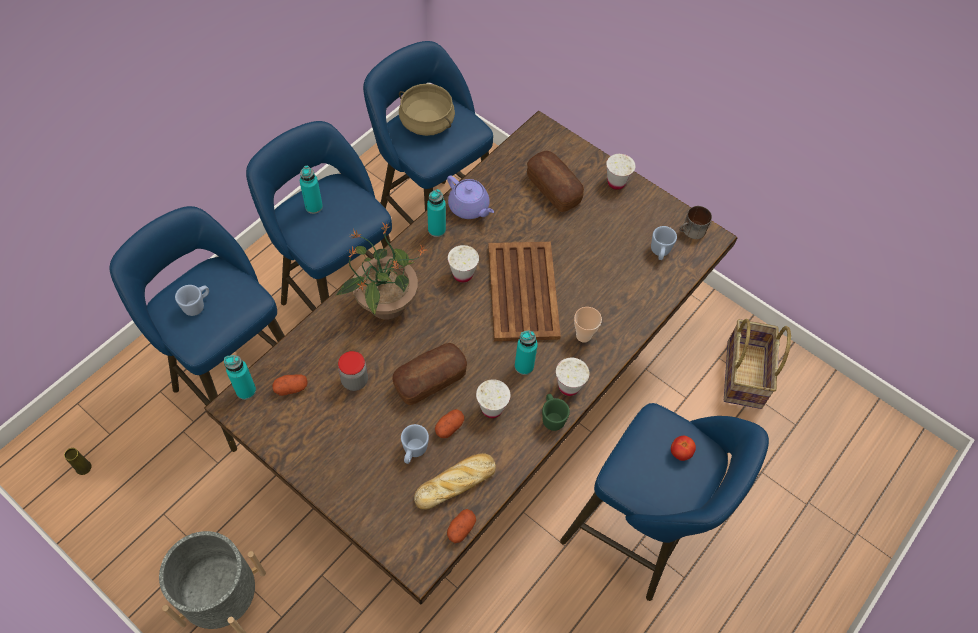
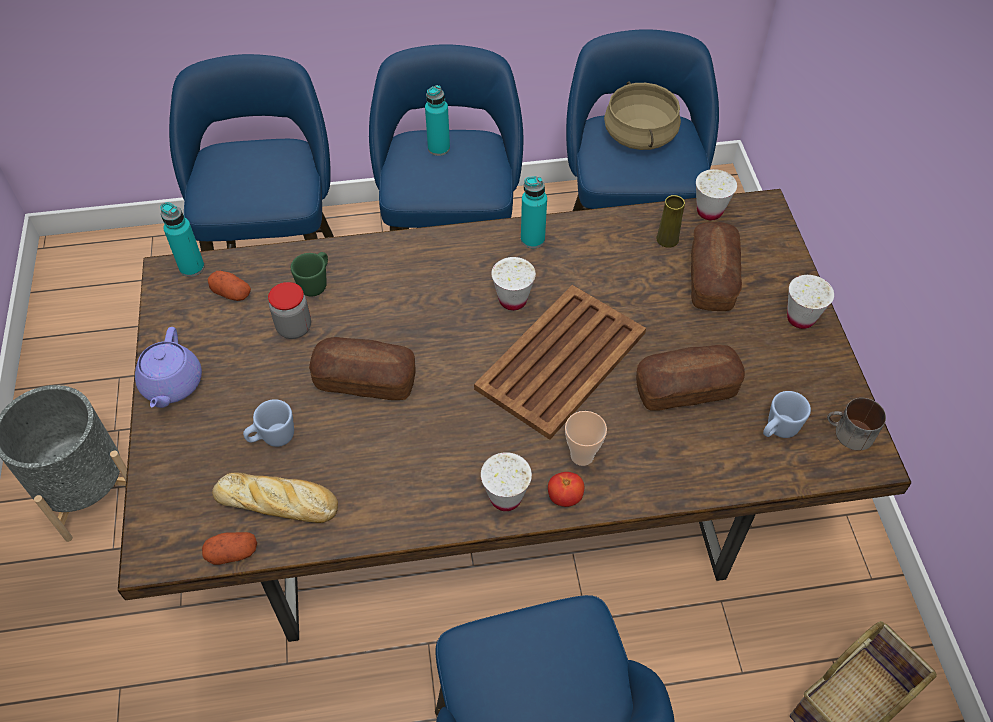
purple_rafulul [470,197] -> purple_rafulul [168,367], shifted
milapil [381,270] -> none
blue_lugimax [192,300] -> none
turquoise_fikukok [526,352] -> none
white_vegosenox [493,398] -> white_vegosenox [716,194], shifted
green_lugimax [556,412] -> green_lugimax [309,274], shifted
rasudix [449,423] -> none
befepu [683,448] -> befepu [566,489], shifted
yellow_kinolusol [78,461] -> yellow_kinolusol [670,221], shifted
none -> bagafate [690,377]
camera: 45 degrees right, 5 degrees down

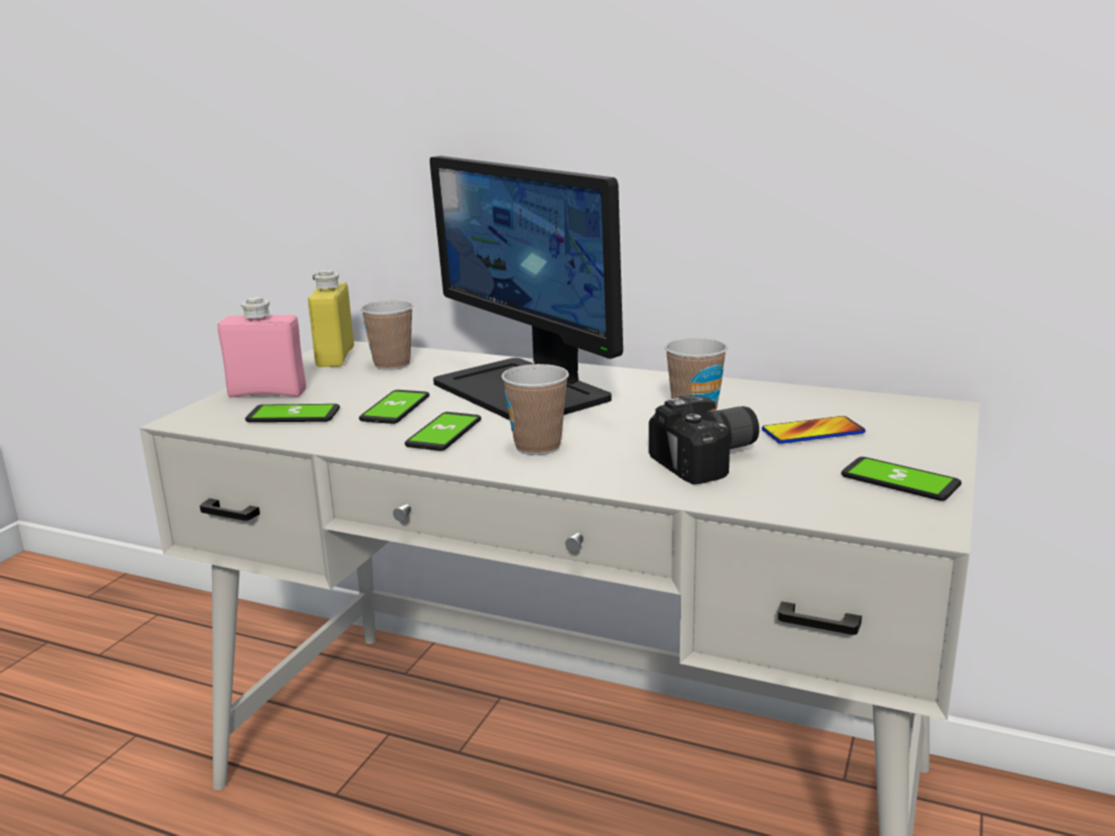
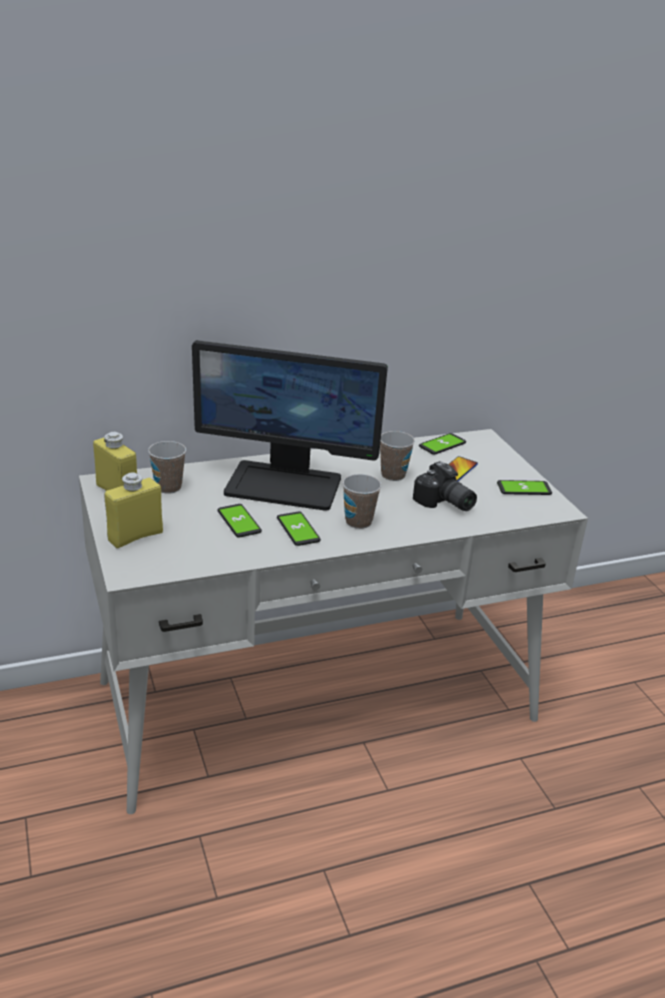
pink_fikukok [262,346] -> yellow_fikukok [133,510]
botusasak [704,440] -> botusasak [445,486], 120 degrees clockwise
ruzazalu [292,413] -> ruzazalu [442,444], shifted
camera: 45 degrees left, 10 degrees up

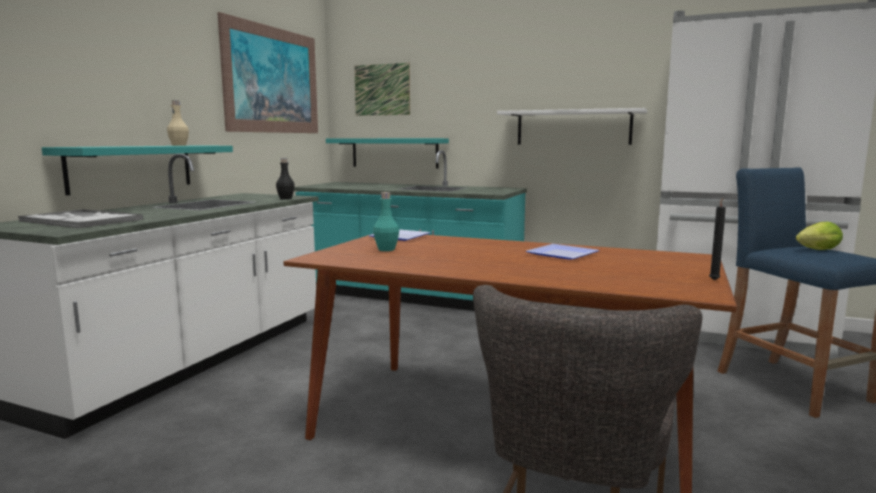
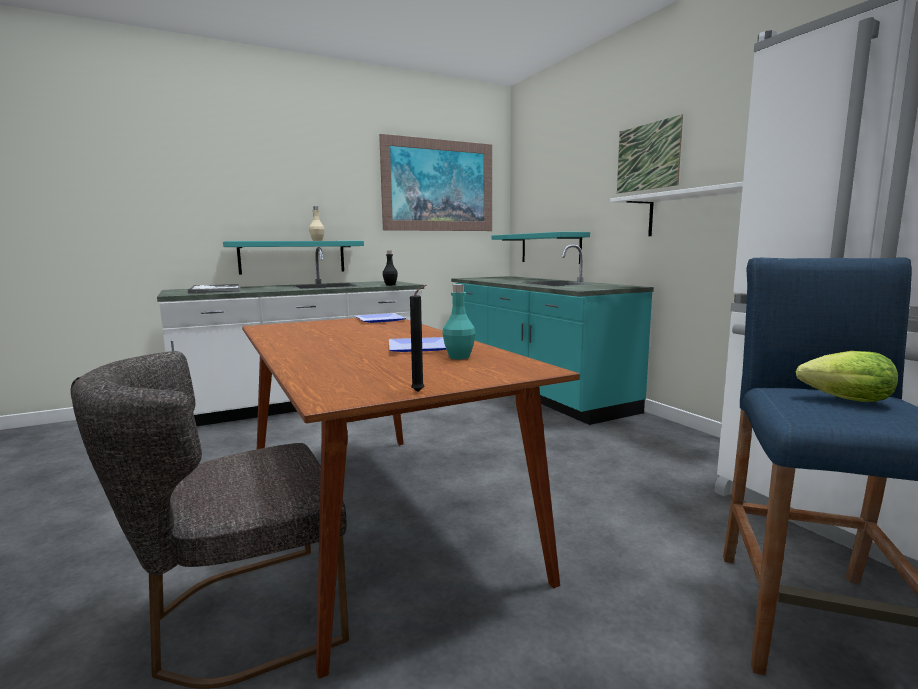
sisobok [382,89] -> sisobok [650,153], shifted
turquoise_fikukok [386,221] -> turquoise_fikukok [459,321], shifted
camera: 40 degrees right, 0 degrees up

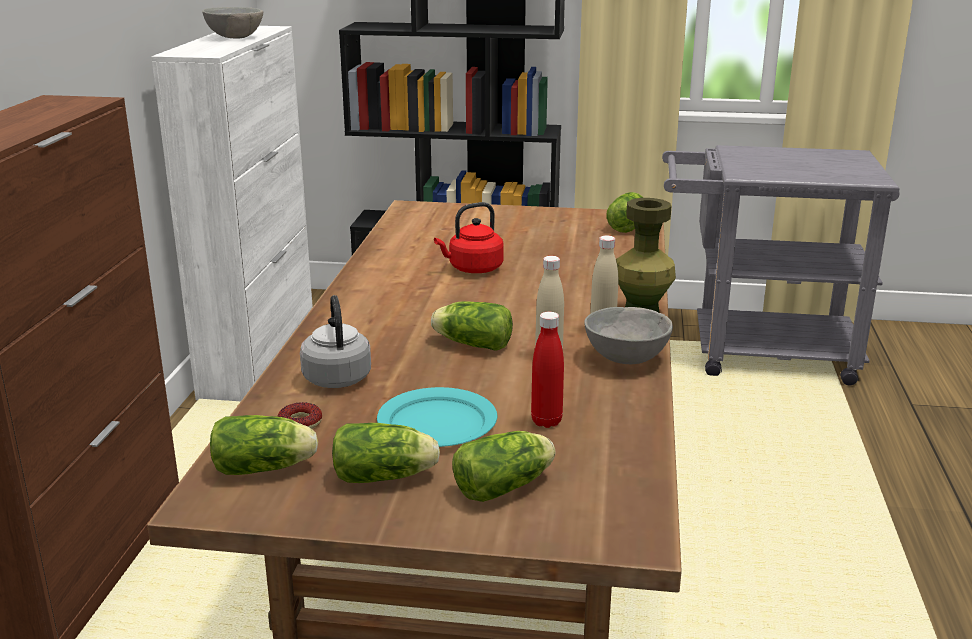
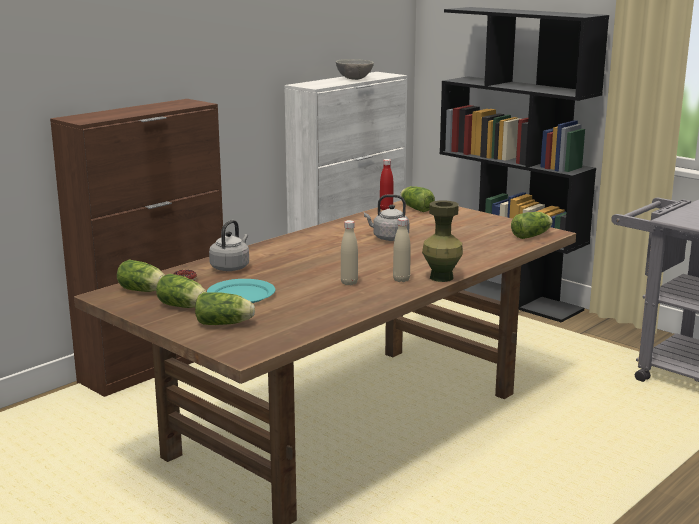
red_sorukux [469,237] -> grey_sorukux [386,217]
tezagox [472,326] -> tezagox [417,199], shifted
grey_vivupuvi [628,335] -> none
red_fikukok [547,370] -> red_fikukok [386,184], shifted
camera: 35 degrees right, 5 degrees down

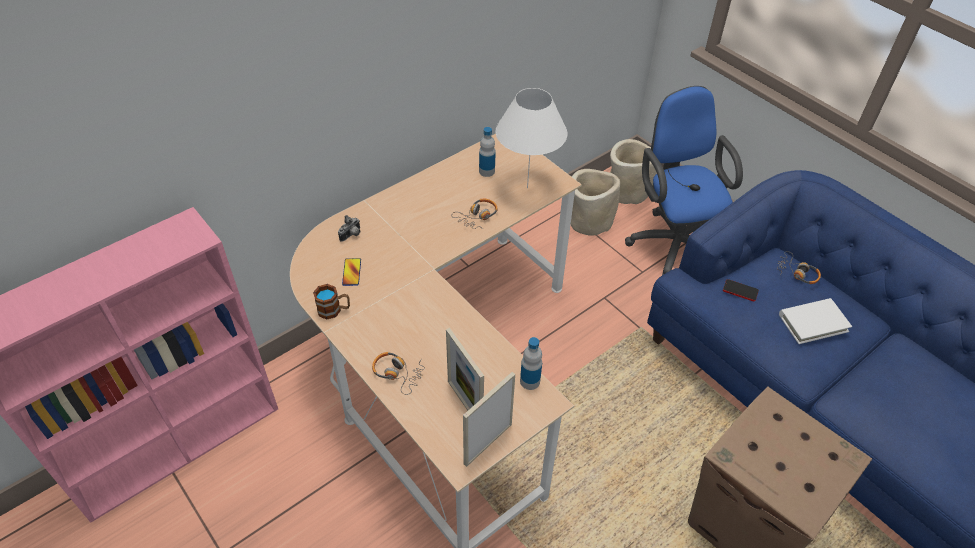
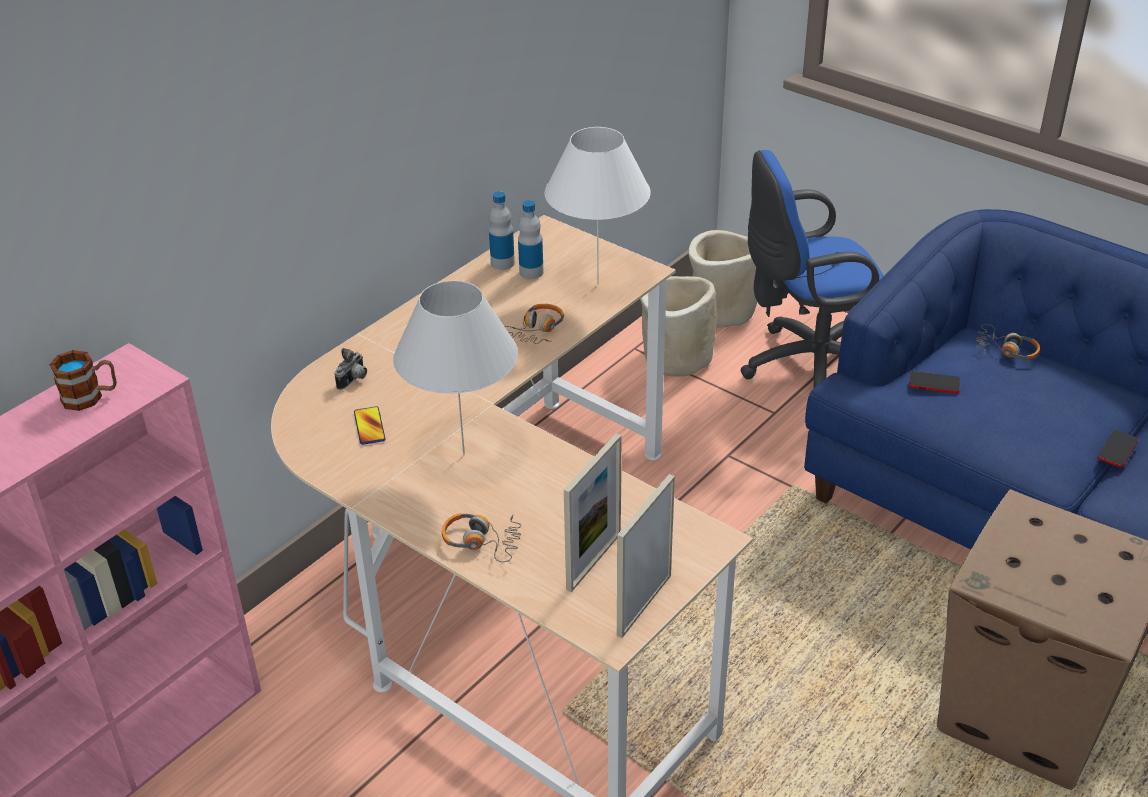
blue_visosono [684,180] -> blue_visosono [812,269], 75 degrees counterclockwise
lugimax [331,301] -> lugimax [83,380], shifted
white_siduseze [815,321] -> none
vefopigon [465,369] -> vefopigon [593,512], 105 degrees counterclockwise
fikukok [531,363] -> fikukok [502,230], shifted
none -> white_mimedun [455,367]
none -> ruzazalu [1118,449]
camera: 10 degrees left, 10 degrees down

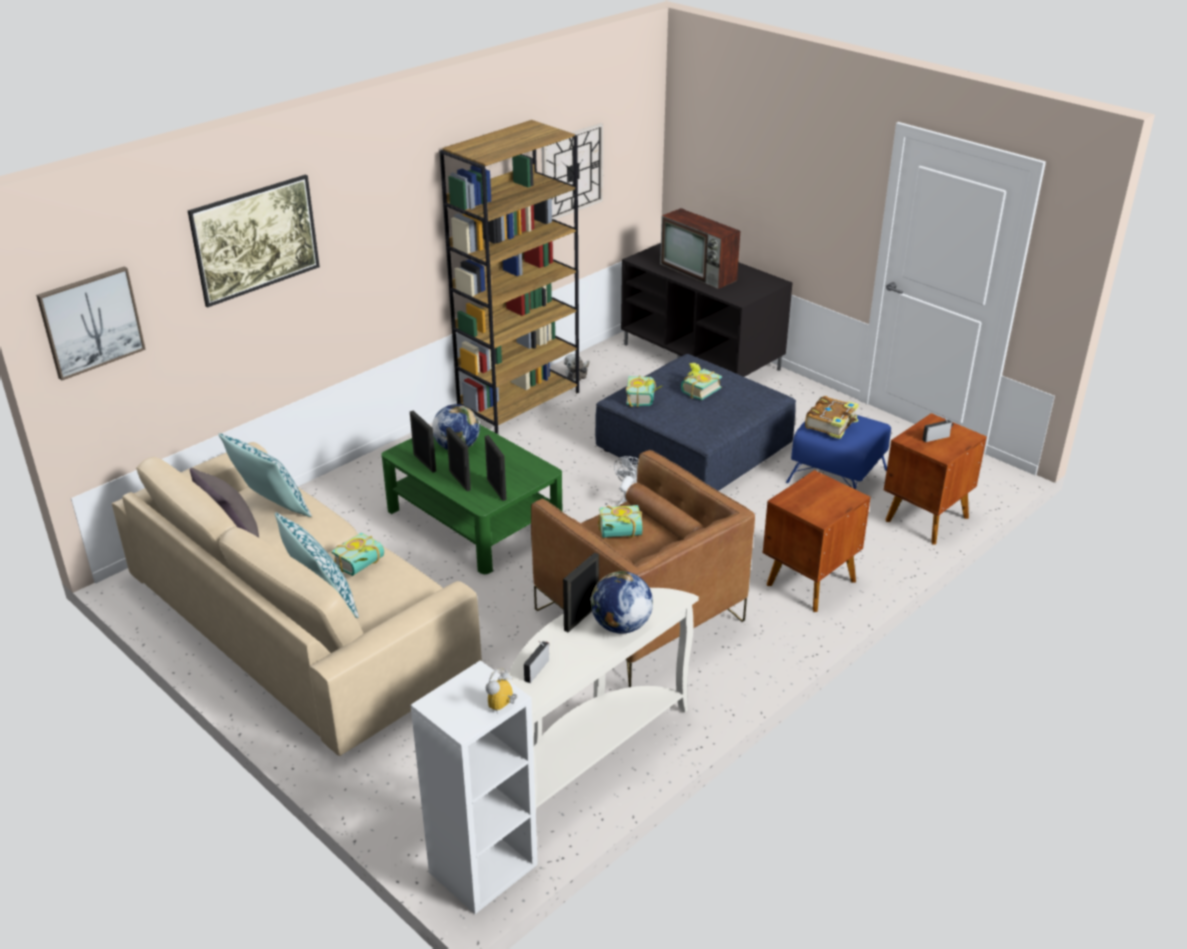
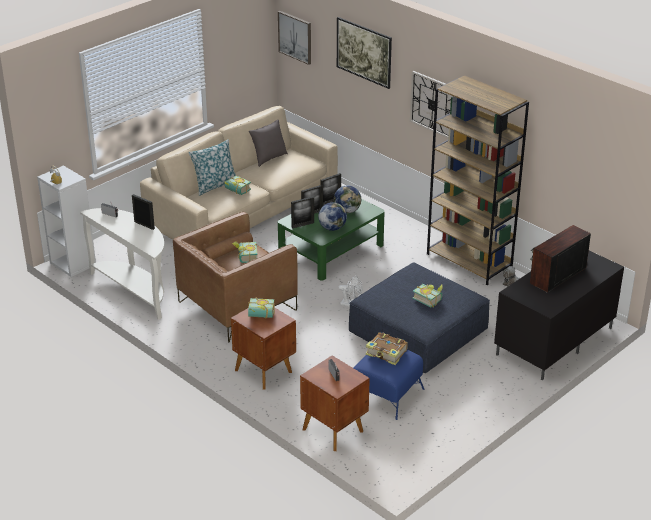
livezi [572,171] -> livezi [431,104], shifted
siduseze [644,391] -> siduseze [261,308], shifted
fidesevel [265,475] -> none
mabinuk [621,602] -> mabinuk [332,216], shifted
camera: 90 degrees right, 0 degrees up

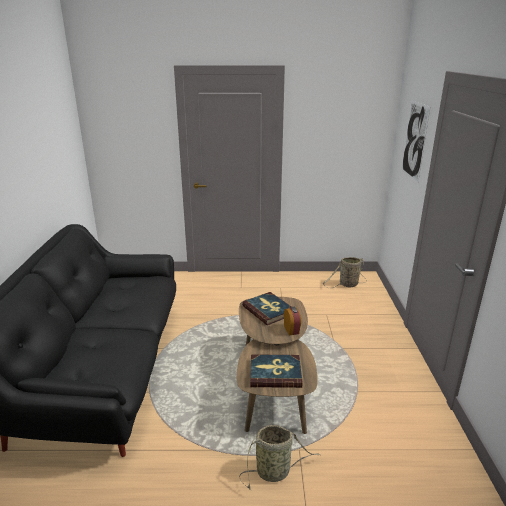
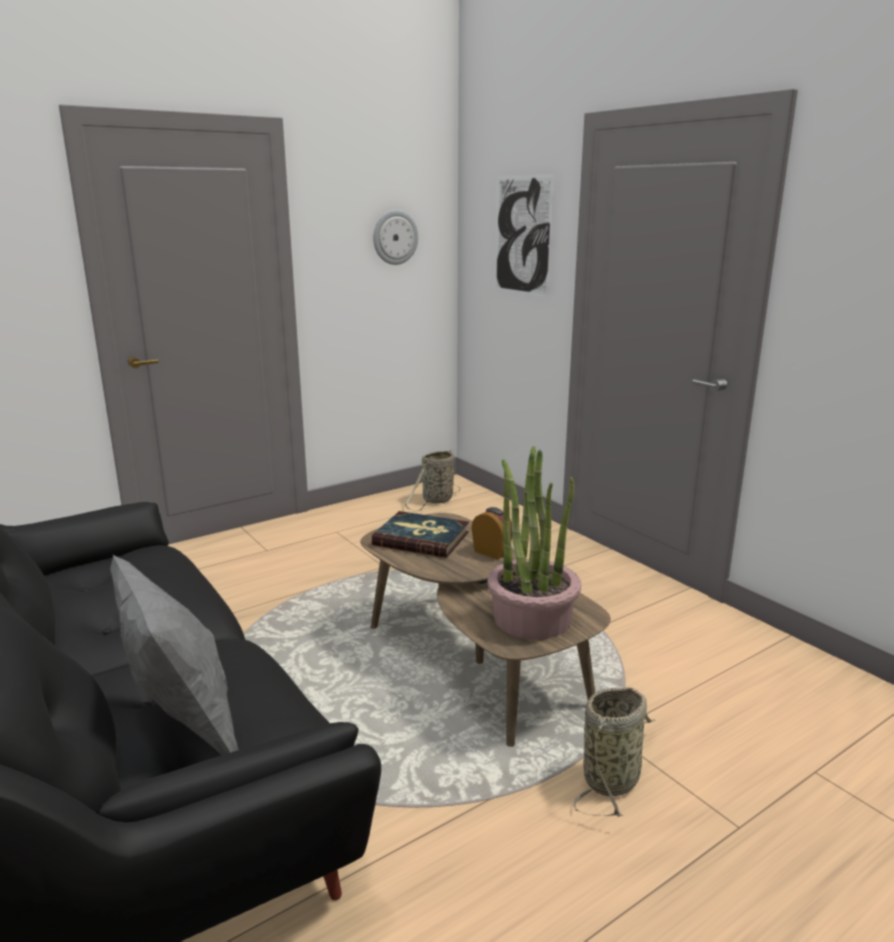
siduseze [276,371] -> milapil [534,543]
none -> livezi [395,237]
none -> grey_fidesevel [174,655]
camera: 35 degrees left, 5 degrees down

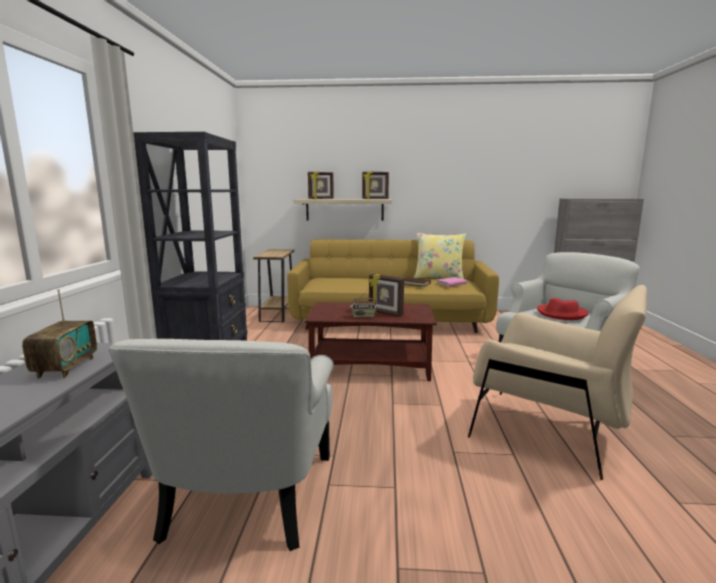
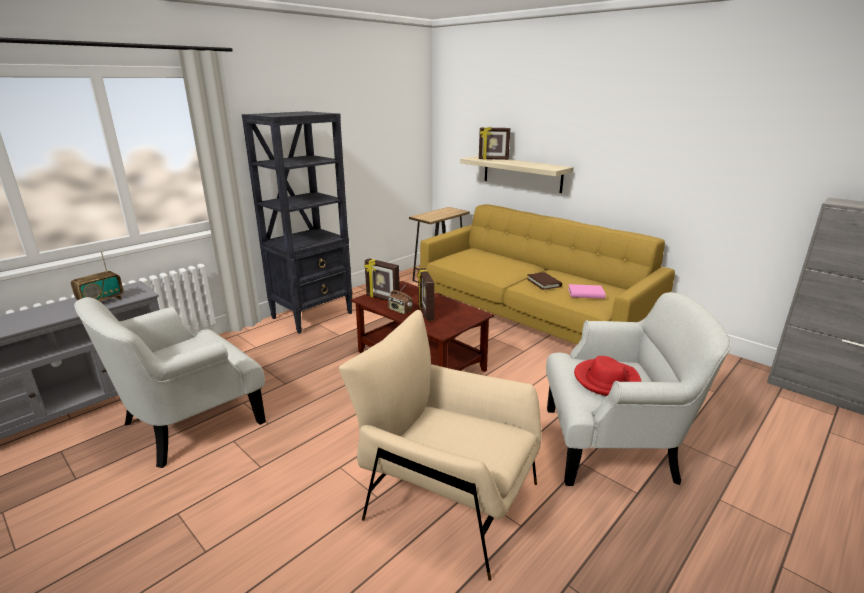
vefopigon [375,185] -> vefopigon [382,279], shifted
yellow_fidesevel [440,256] -> none
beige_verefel [557,382] -> beige_verefel [440,445], 135 degrees clockwise
camera: 40 degrees right, 10 degrees up

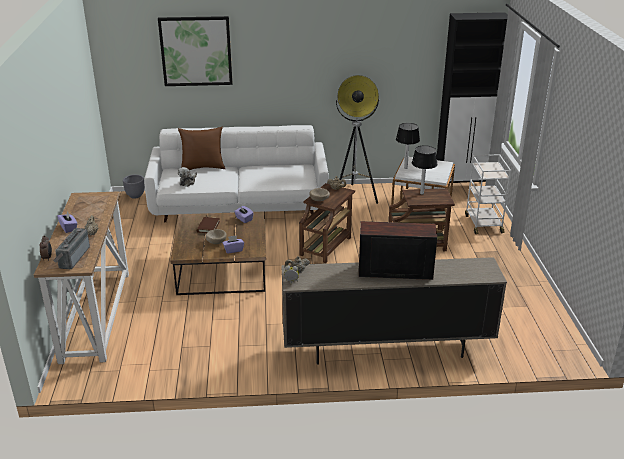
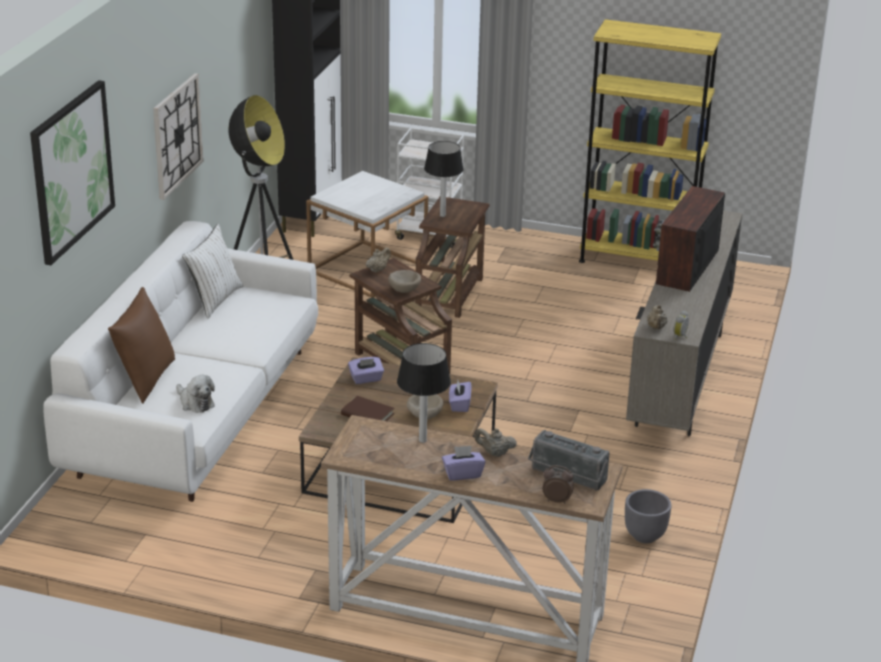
mimedun [408,146] -> mimedun [424,393], shifted
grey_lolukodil [134,187] -> grey_lolukodil [648,516], shifted
none -> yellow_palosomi [650,141]
none -> livezi [178,136]
none -> white_fidesevel [212,271]
camera: 70 degrees left, 0 degrees up

